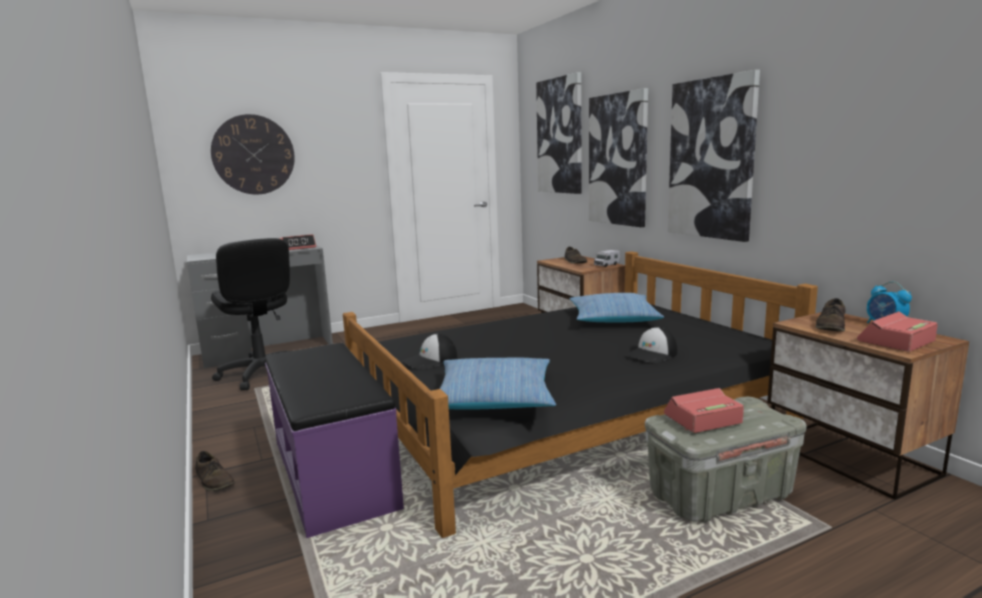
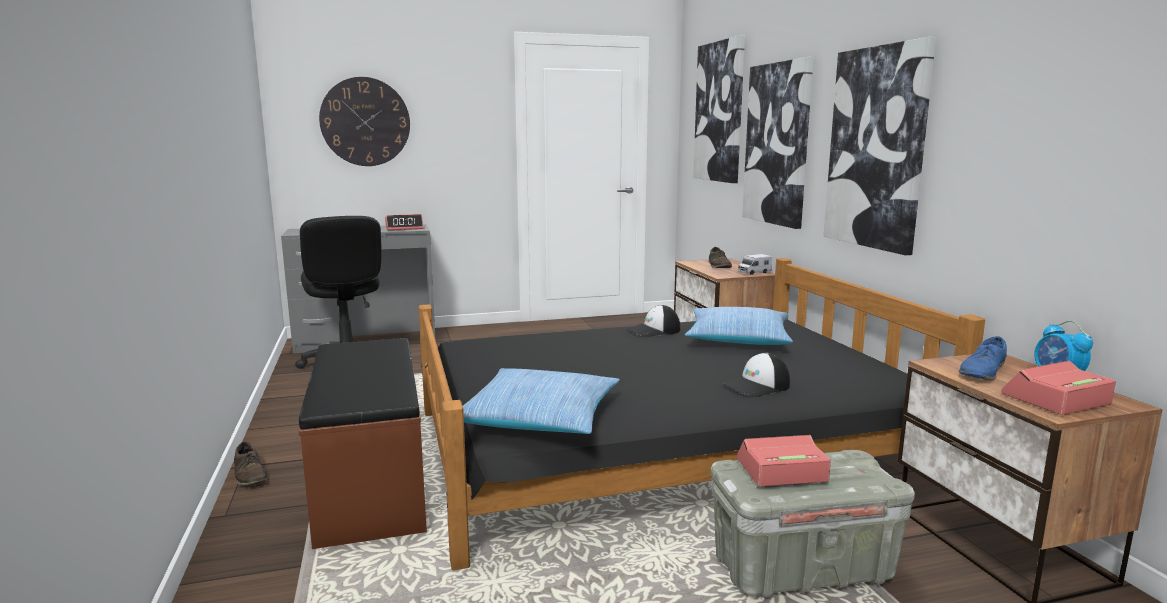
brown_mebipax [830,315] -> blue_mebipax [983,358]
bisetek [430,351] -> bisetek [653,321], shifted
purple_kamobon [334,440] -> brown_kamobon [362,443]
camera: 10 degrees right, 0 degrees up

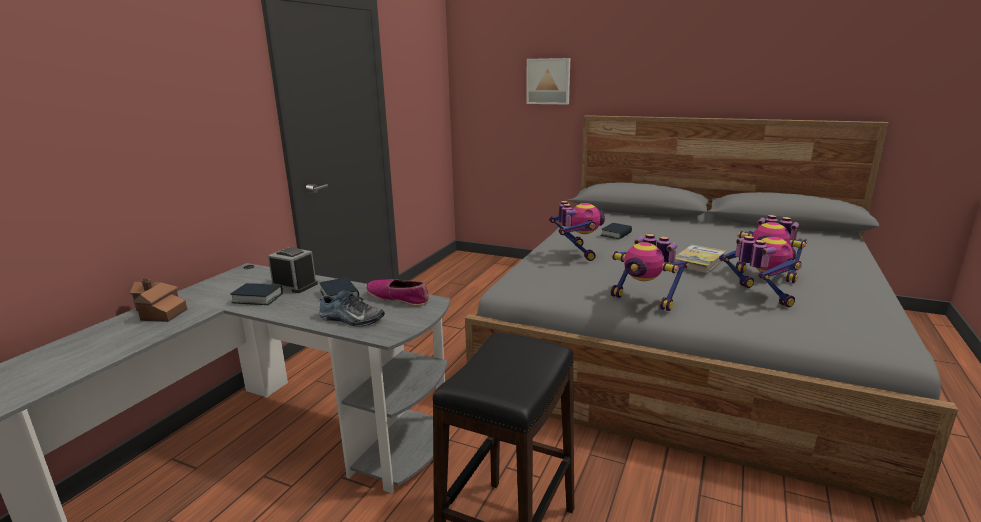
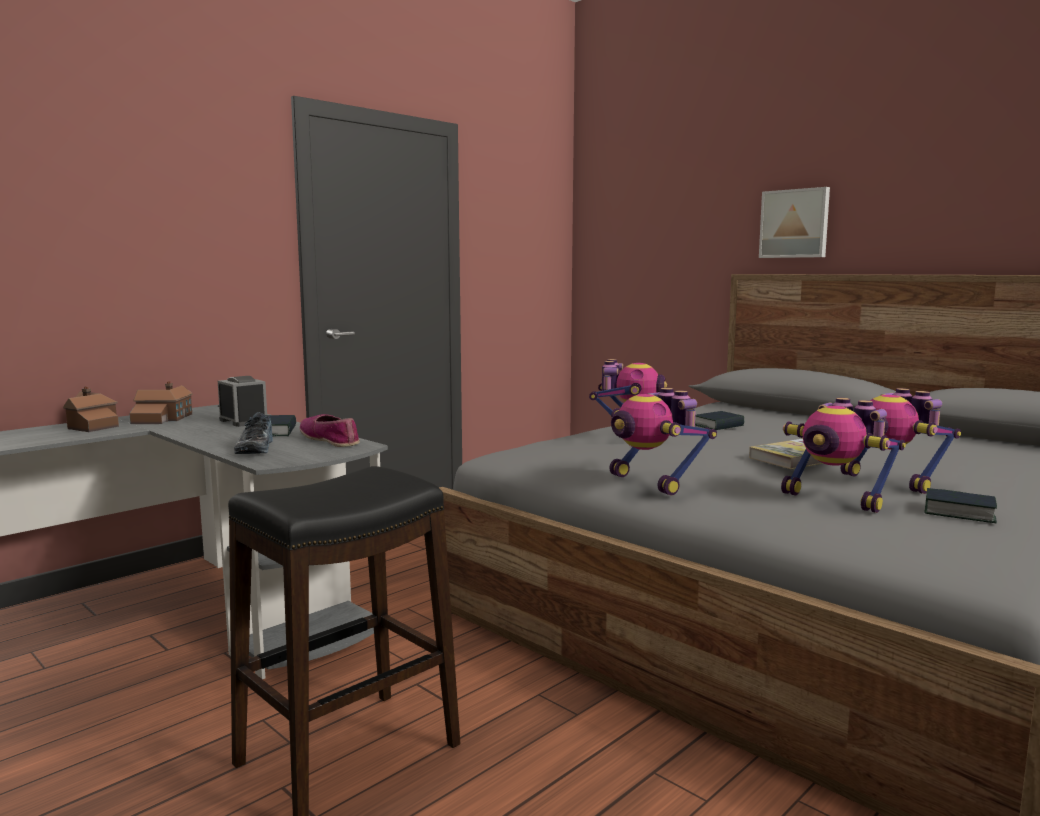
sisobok [548,81] -> sisobok [794,222], shifted
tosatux [760,272] -> tosatux [843,455], 135 degrees clockwise
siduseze [256,294] -> siduseze [961,505], shifted
mebipax [352,309] -> mebipax [253,433], 45 degrees clockwise
none -> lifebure [161,402]
camera: 20 degrees right, 10 degrees down

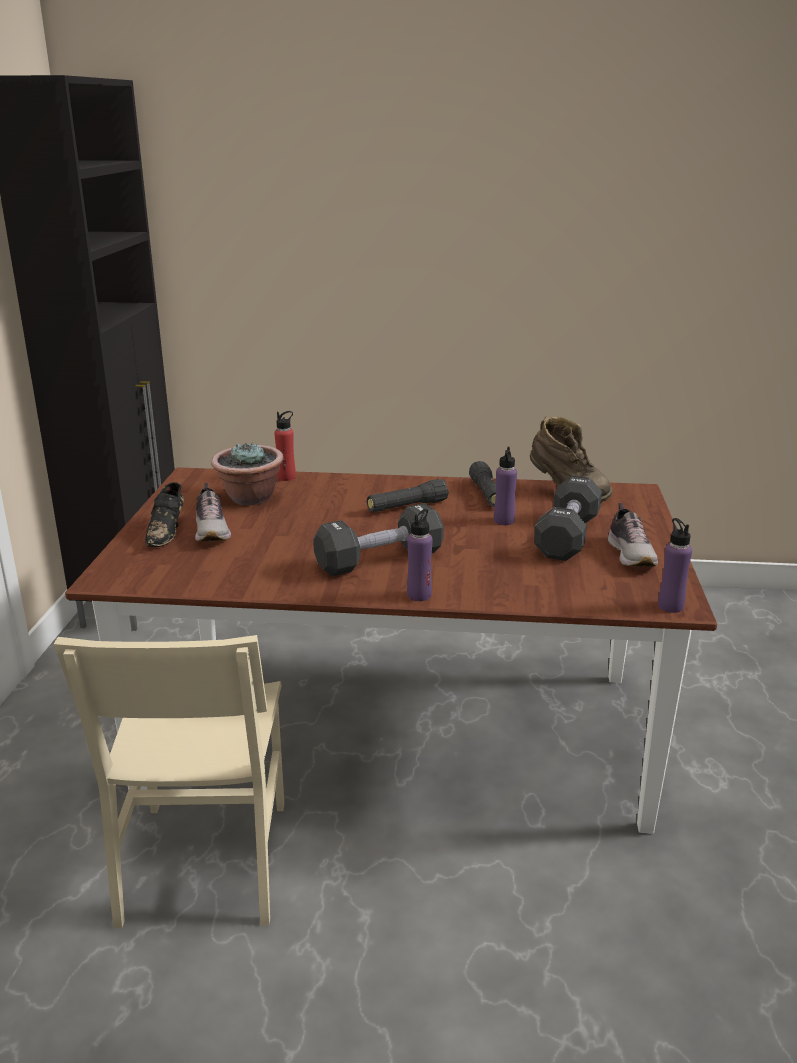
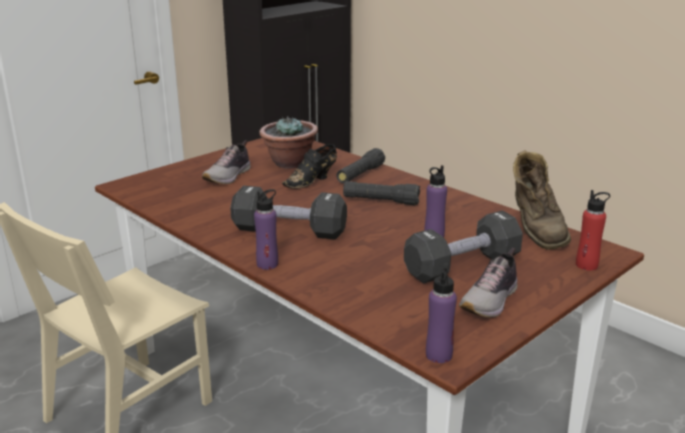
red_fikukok [285,446] -> red_fikukok [593,230], shifted
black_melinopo [482,484] -> black_melinopo [360,166], shifted
black_mebipax [164,514] -> black_mebipax [309,166], shifted
camera: 40 degrees right, 0 degrees up

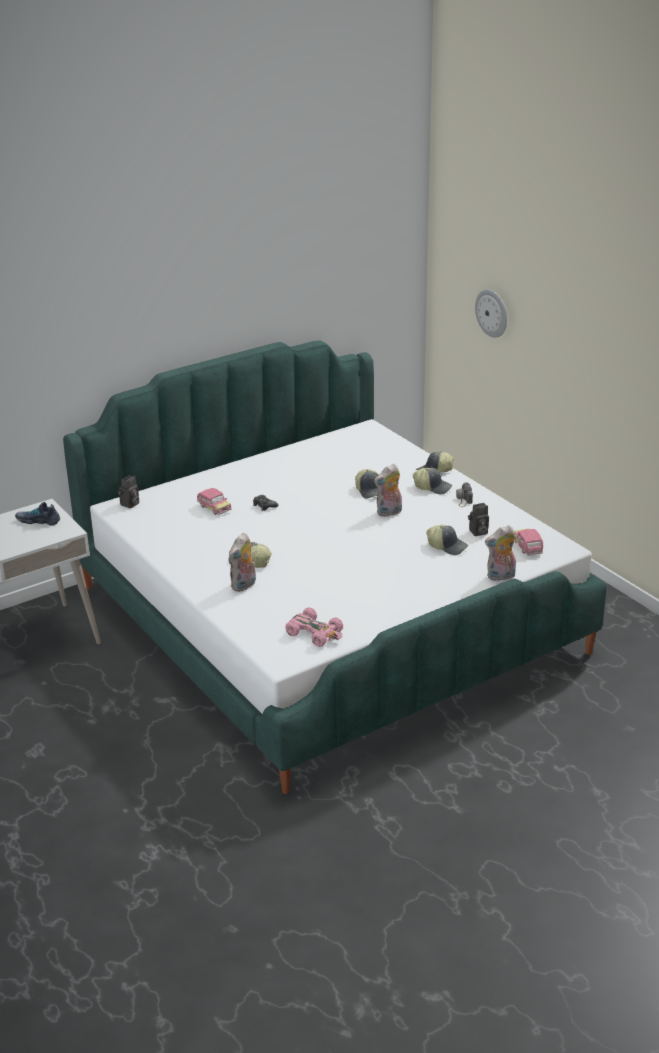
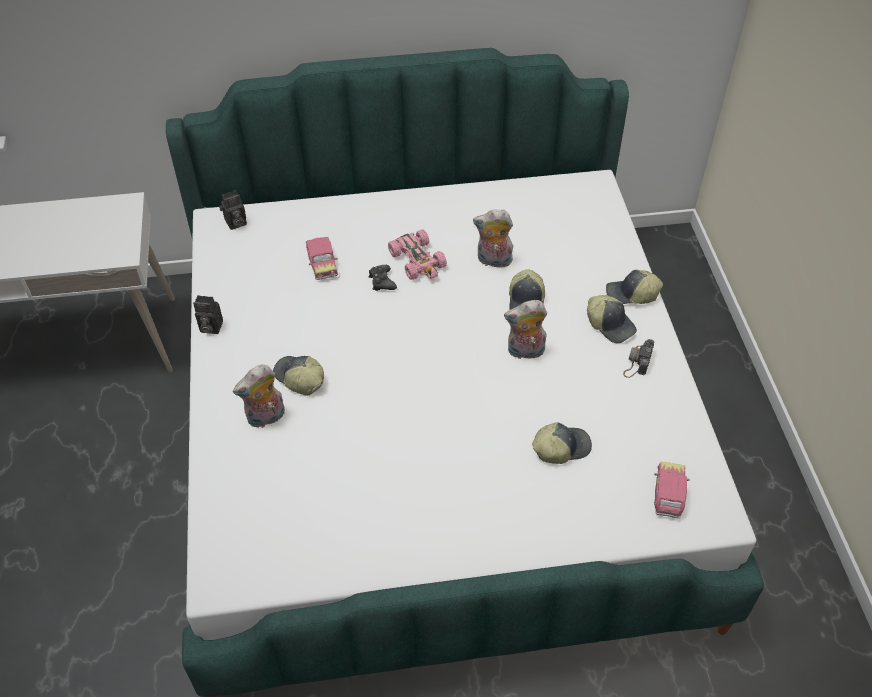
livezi [491,313] -> none
mebipax [37,513] -> none
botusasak [478,519] -> botusasak [208,314], shifted
bisetek [447,540] -> bisetek [562,443], 75 degrees counterclockwise
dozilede [500,553] -> dozilede [493,238], shifted
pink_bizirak [314,627] -> pink_bizirak [417,254], shifted
camera: 25 degrees right, 20 degrees up

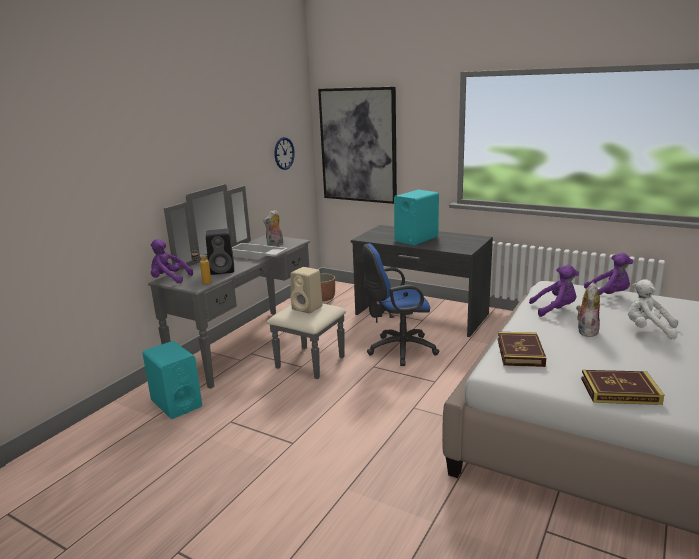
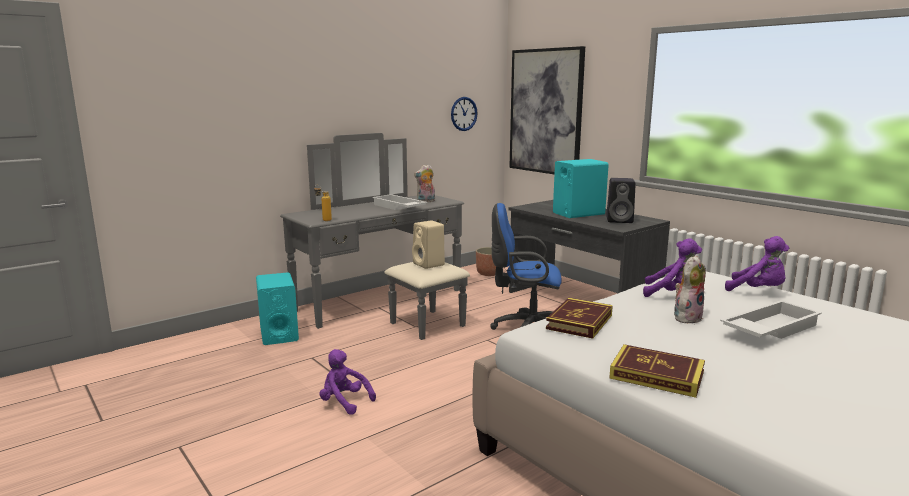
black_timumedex [220,252] -> black_timumedex [620,200], shifted
purple_dozilede [172,261] -> purple_dozilede [347,382], shifted
white_dozilede [653,309] -> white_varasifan [771,319]
camera: 20 degrees right, 5 degrees down

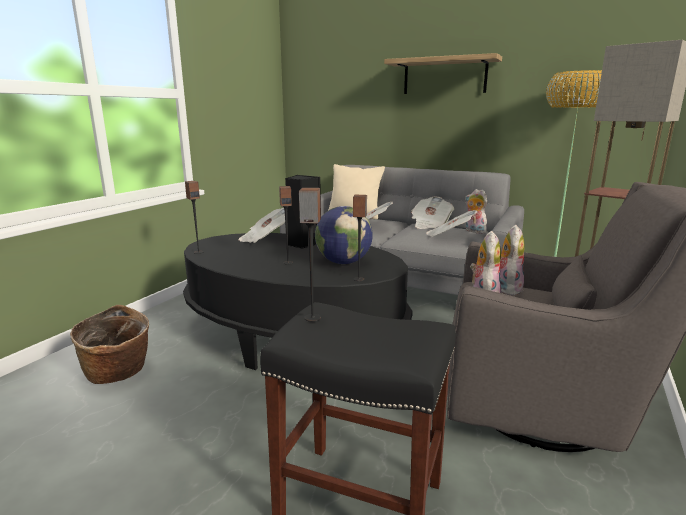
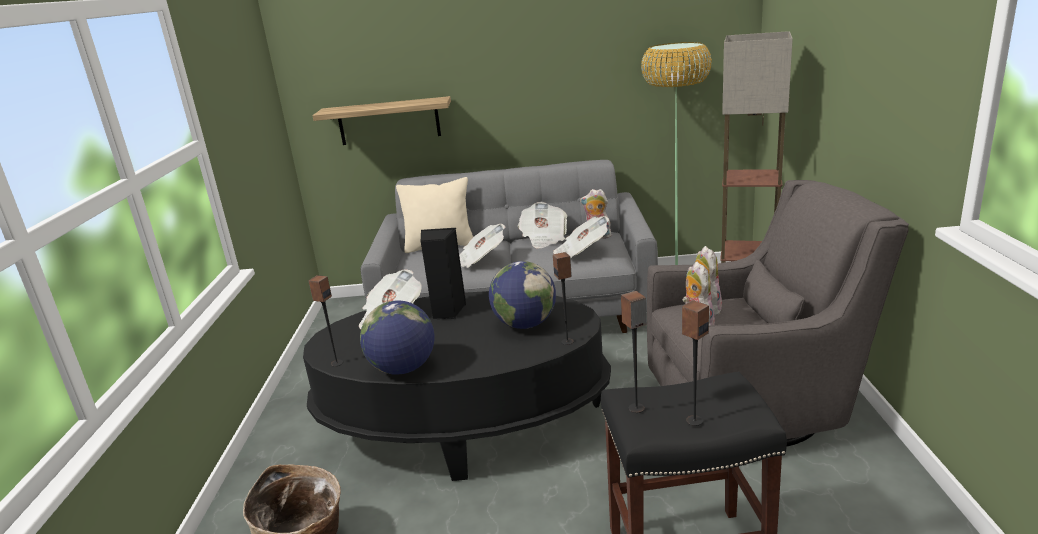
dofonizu [443,73] -> dofonizu [381,120], shifted
timumedex [286,225] -> timumedex [695,363], shifted
none -> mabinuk [397,337]
camera: 25 degrees left, 5 degrees up

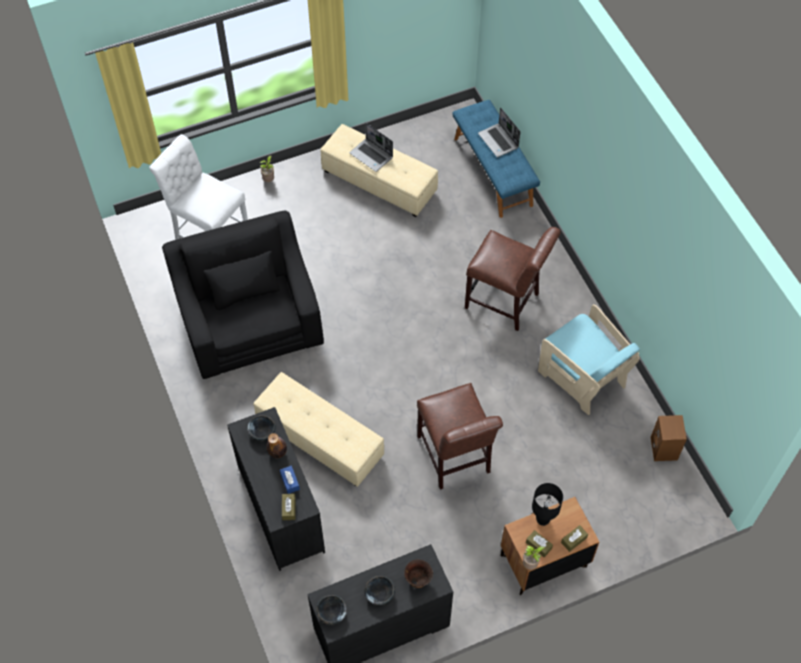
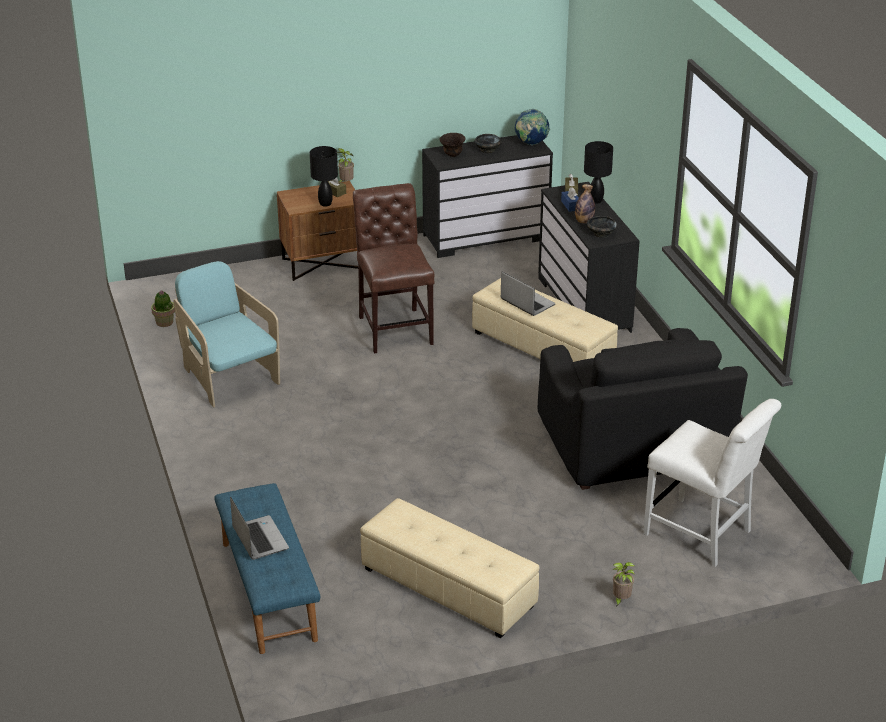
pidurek [371,147] -> pidurek [528,293], shifted
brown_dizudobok [513,279] -> none
brown_timumedex [668,438] -> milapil [163,308]
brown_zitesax [574,538] -> none
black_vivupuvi [331,610] -> mabinuk [532,127]
none -> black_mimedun [598,172]
camera: 175 degrees left, 25 degrees down

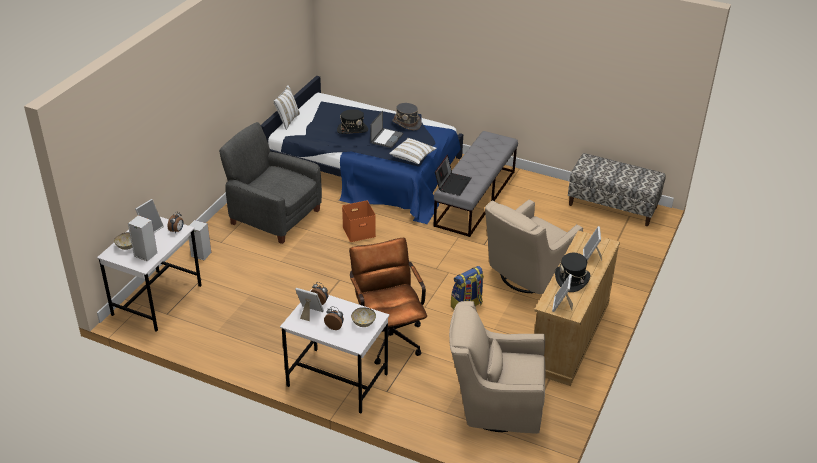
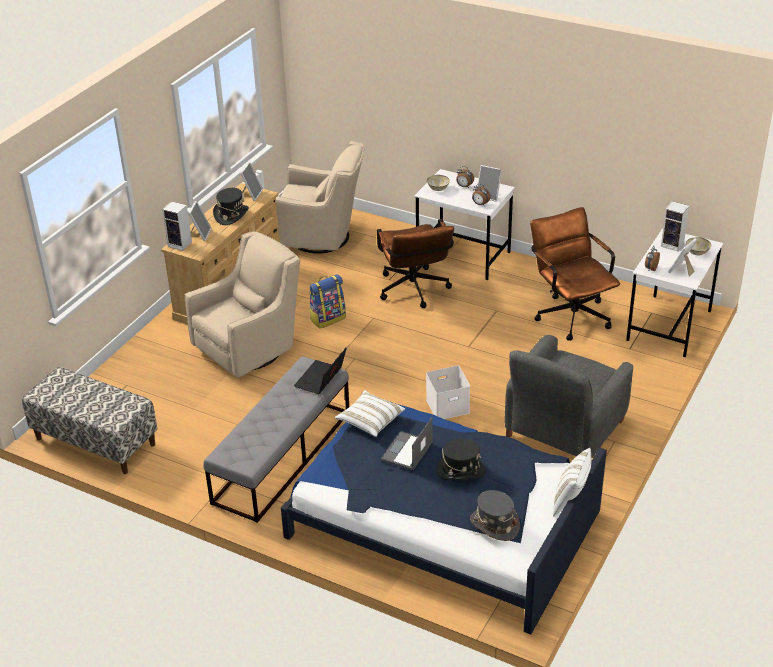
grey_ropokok [406,116] -> grey_ropokok [495,515], shifted
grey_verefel [270,183] -> grey_verefel [569,396], 90 degrees clockwise
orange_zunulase [359,221] -> white_zunulase [448,392]
timumedex [199,240] -> timumedex [177,226], shifted
none -> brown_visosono [575,274]
camera: 175 degrees left, 0 degrees up

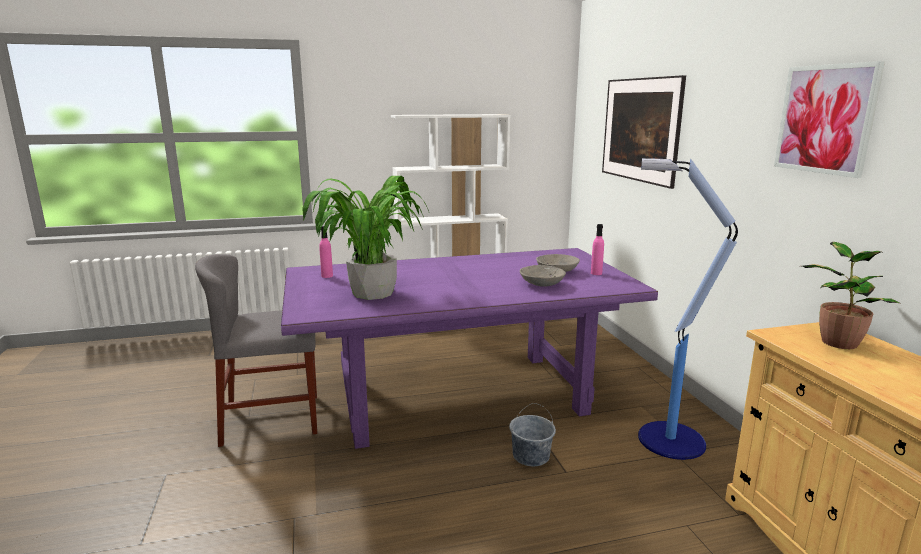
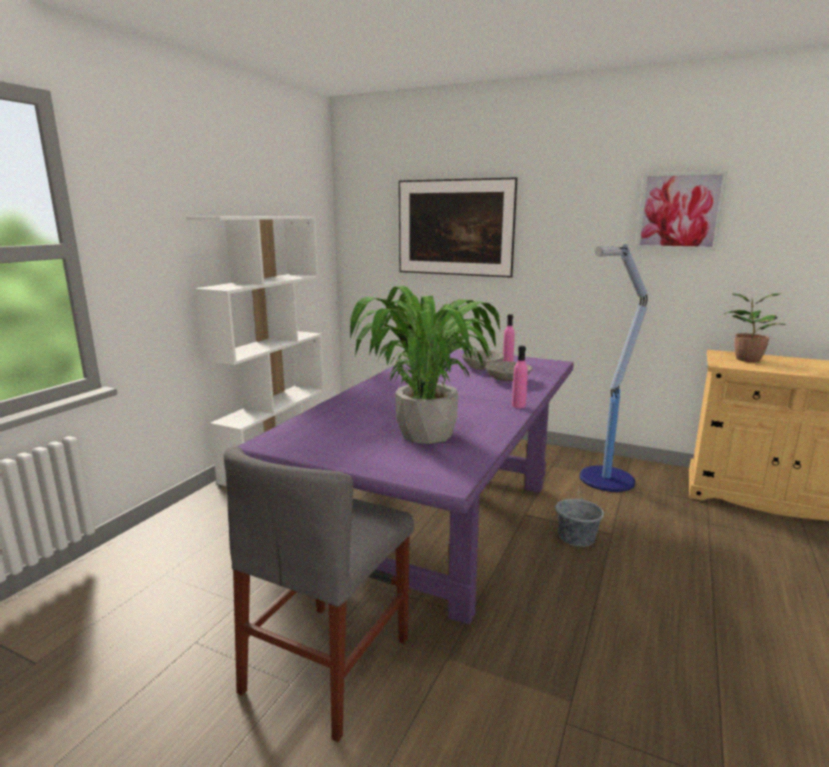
pink_fikukok [326,252] -> pink_fikukok [520,377], shifted
camera: 50 degrees left, 0 degrees up

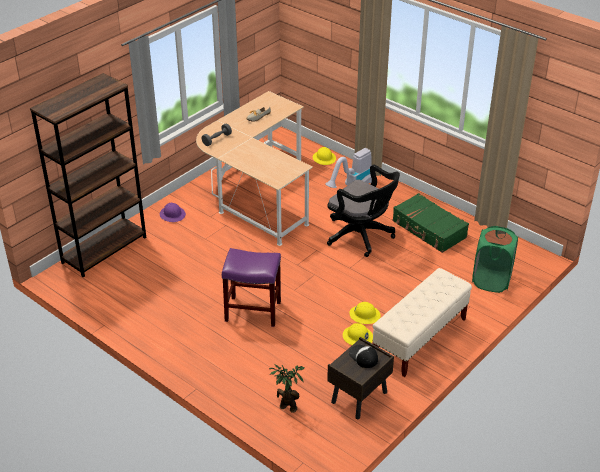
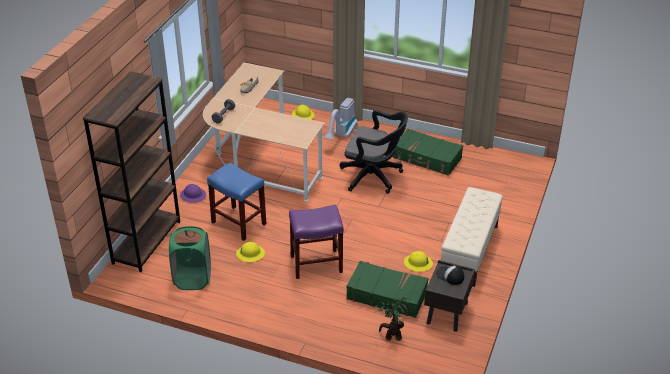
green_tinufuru [495,259] -> green_tinufuru [190,258], shifted
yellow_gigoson [365,313] -> yellow_gigoson [250,252], shifted
none -> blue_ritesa [237,201]
none -> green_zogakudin [387,289]
camera: 20 degrees left, 0 degrees up

